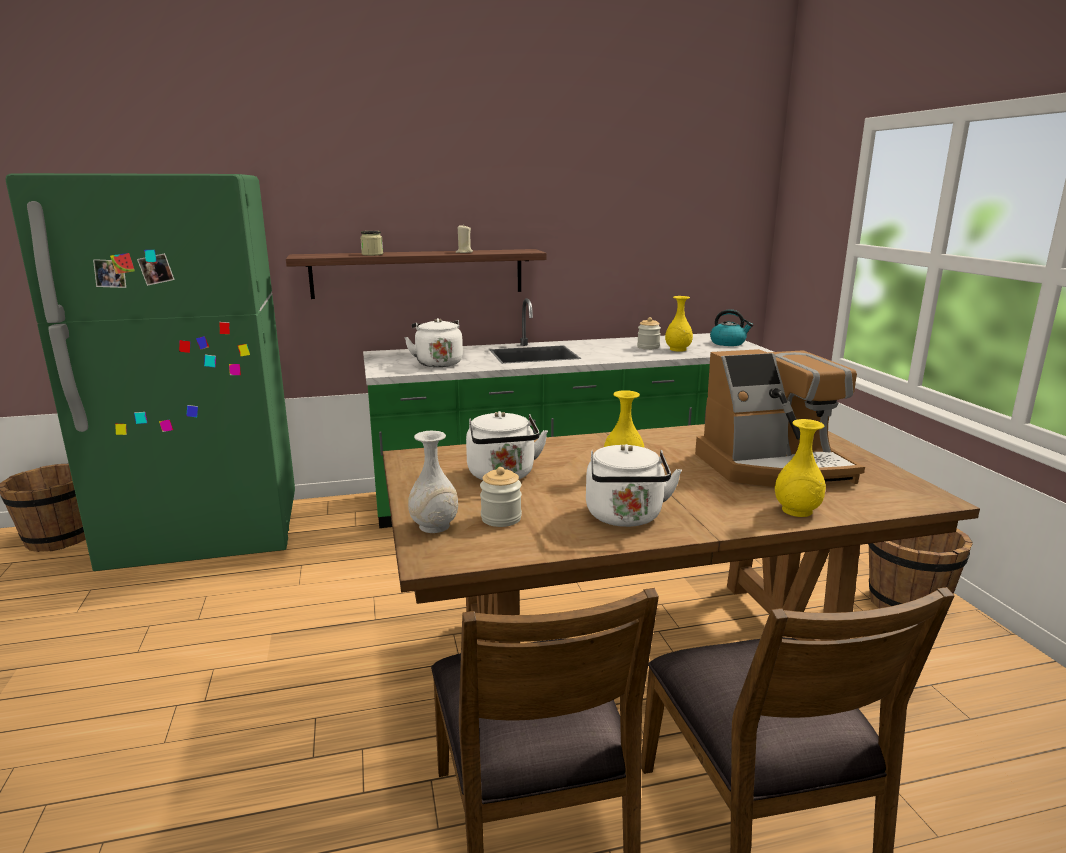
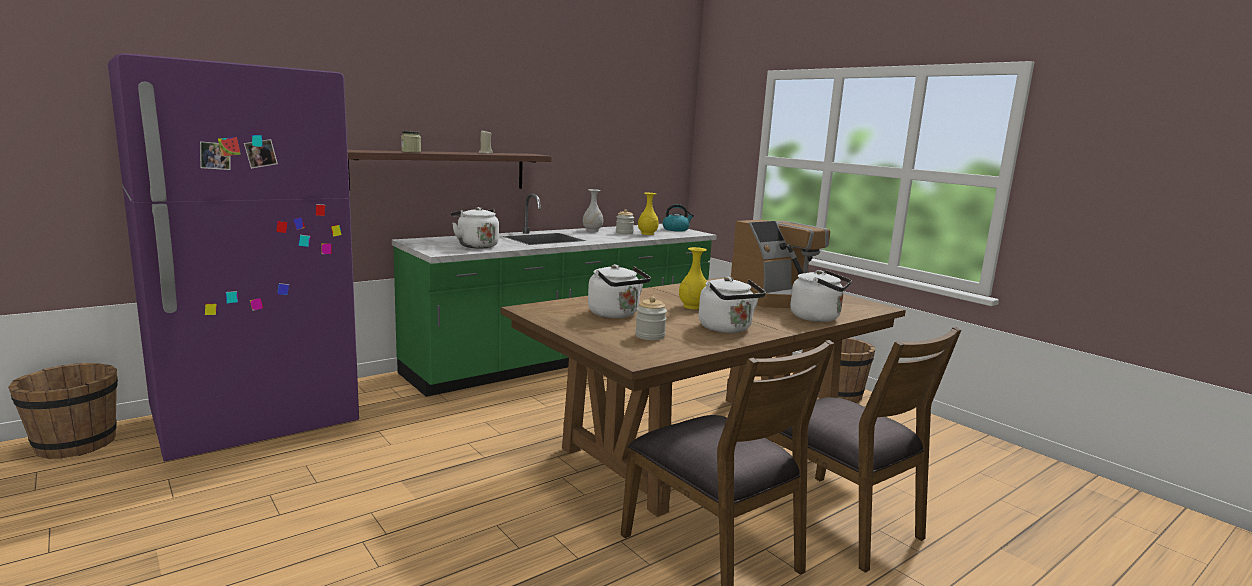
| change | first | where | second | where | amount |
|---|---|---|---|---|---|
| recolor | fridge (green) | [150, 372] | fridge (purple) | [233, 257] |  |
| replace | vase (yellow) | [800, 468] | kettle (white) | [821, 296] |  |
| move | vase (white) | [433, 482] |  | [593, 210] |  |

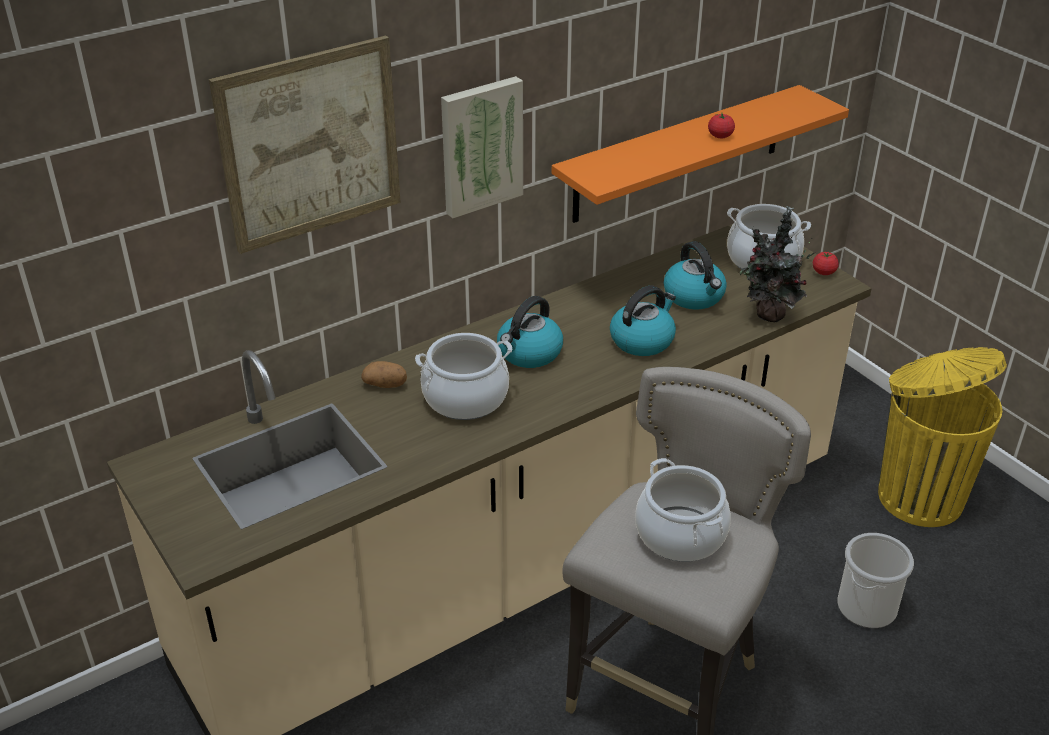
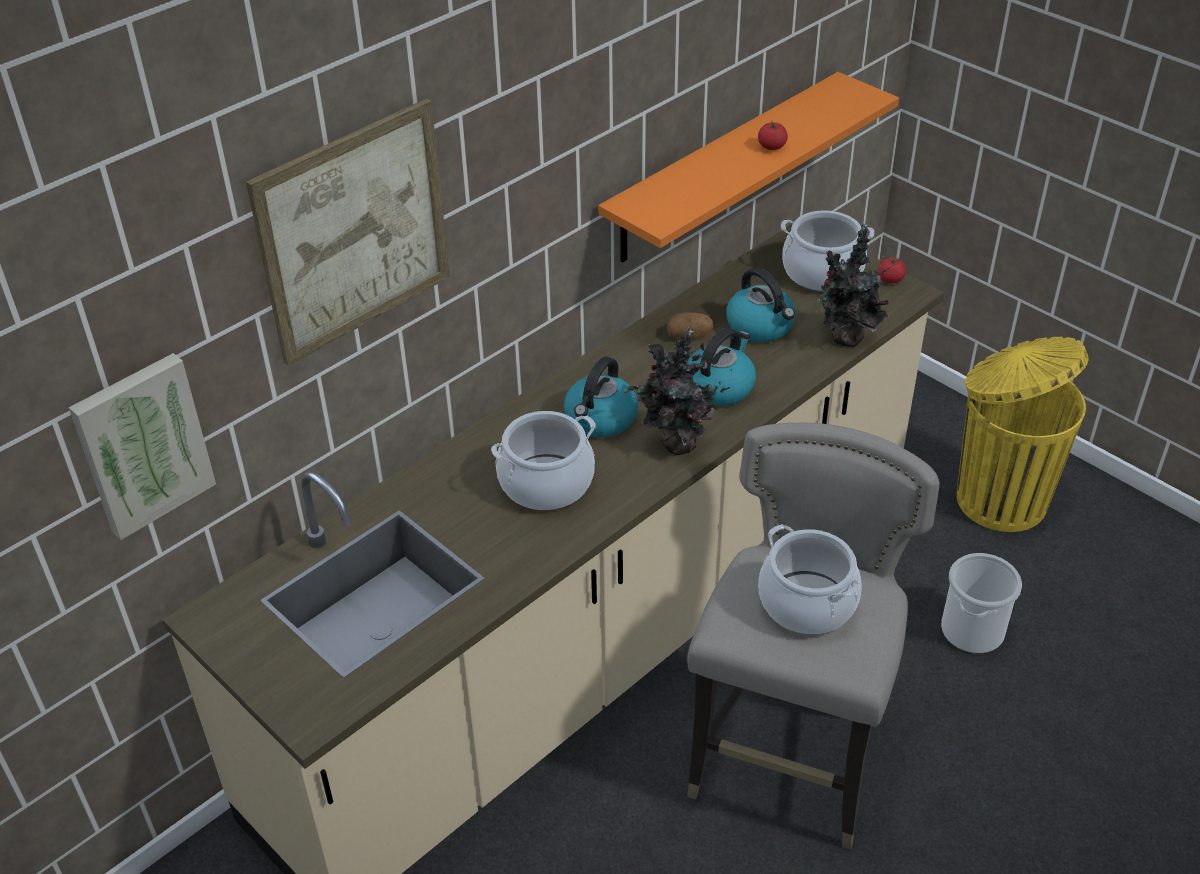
| change | first | where | second | where | amount |
|---|---|---|---|---|---|
| move | picture | [482, 147] |  | [142, 446] |  |
| move | potato | [384, 374] |  | [689, 325] |  |
| insert |  |  | potted plant | [678, 391] |  |

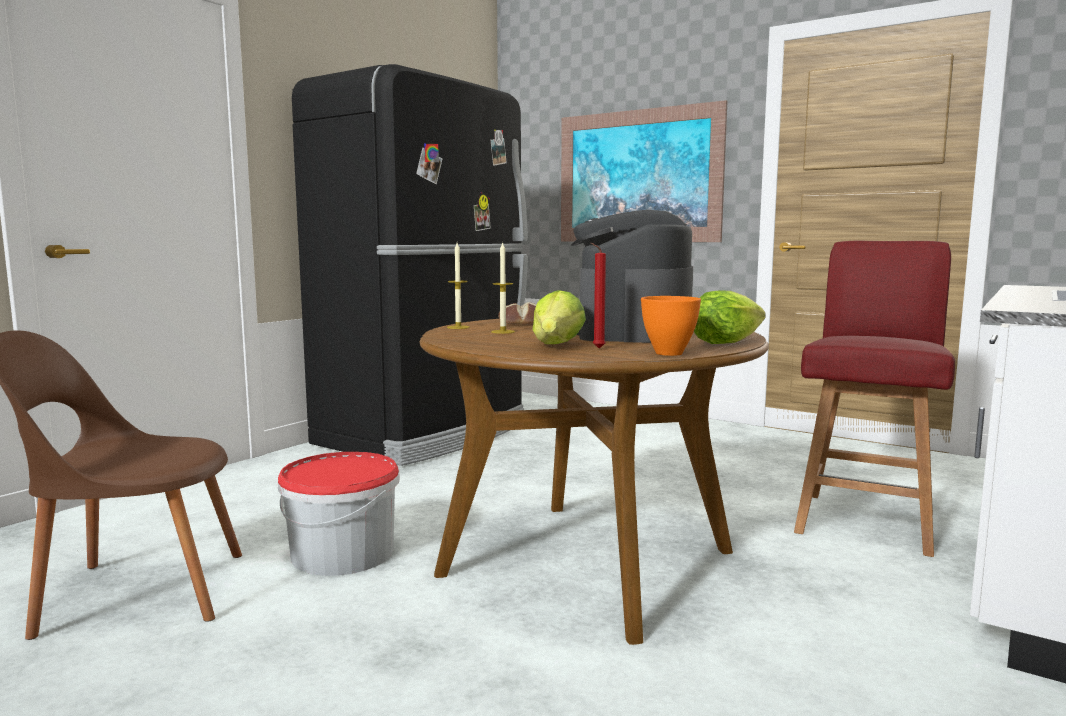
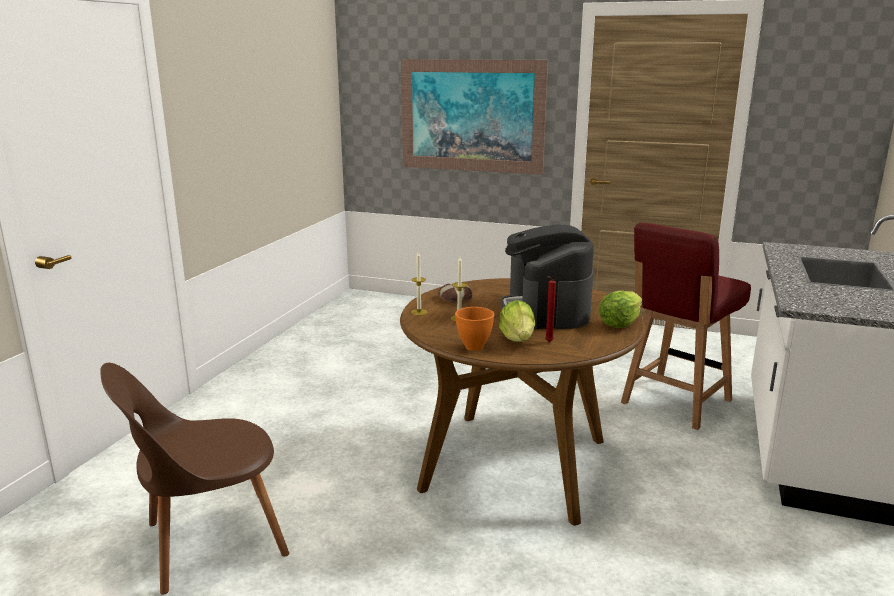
| change | first | where | second | where | amount |
|---|---|---|---|---|---|
| delete | fridge (black) | [410, 265] |  |  |  |
| rotate | chair (red) | [874, 399] |  | [686, 326] | 150 degrees counterclockwise |
| move | bowl (orange) | [671, 326] |  | [474, 329] |  |
| delete | bucket | [339, 514] |  |  |  |

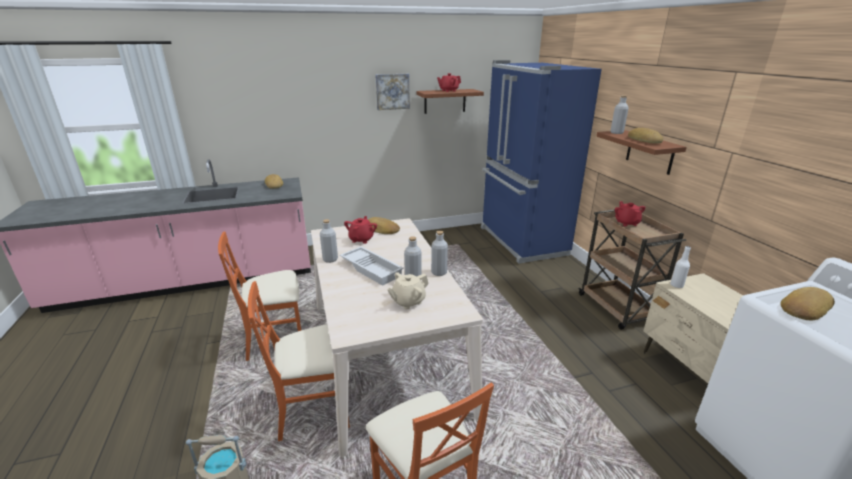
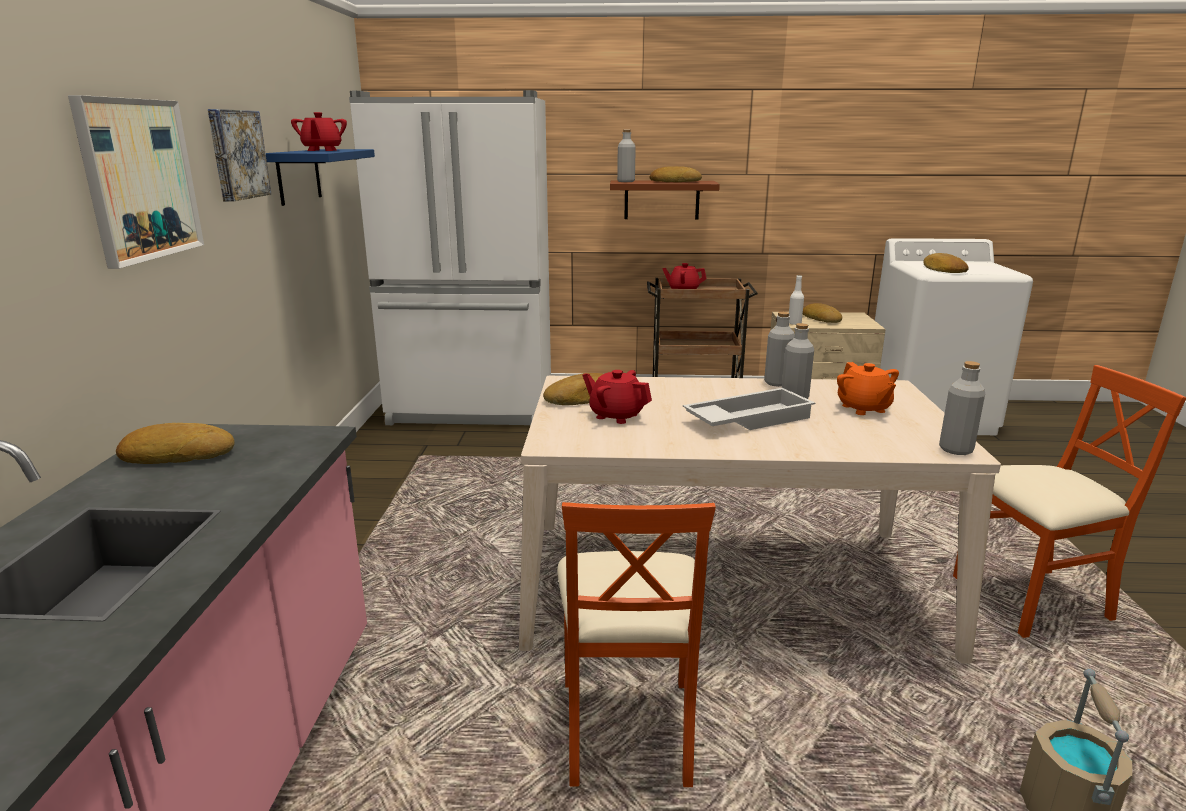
| change | first | where | second | where | amount |
|---|---|---|---|---|---|
| recolor | fridge (blue) | [541, 162] | fridge (white) | [450, 257] |  |
| recolor | shelf (brown) | [450, 101] | shelf (blue) | [320, 177] |  |
| move | bottle (grey) | [329, 241] |  | [962, 408] |  |
| recolor | teapot (beige) | [408, 290] | teapot (orange) | [868, 388] |  |
| delete | chair (orange) | [299, 361] |  |  |  |
| insert |  |  | picture | [136, 182] |  |
| insert |  |  | bread | [822, 313] |  |

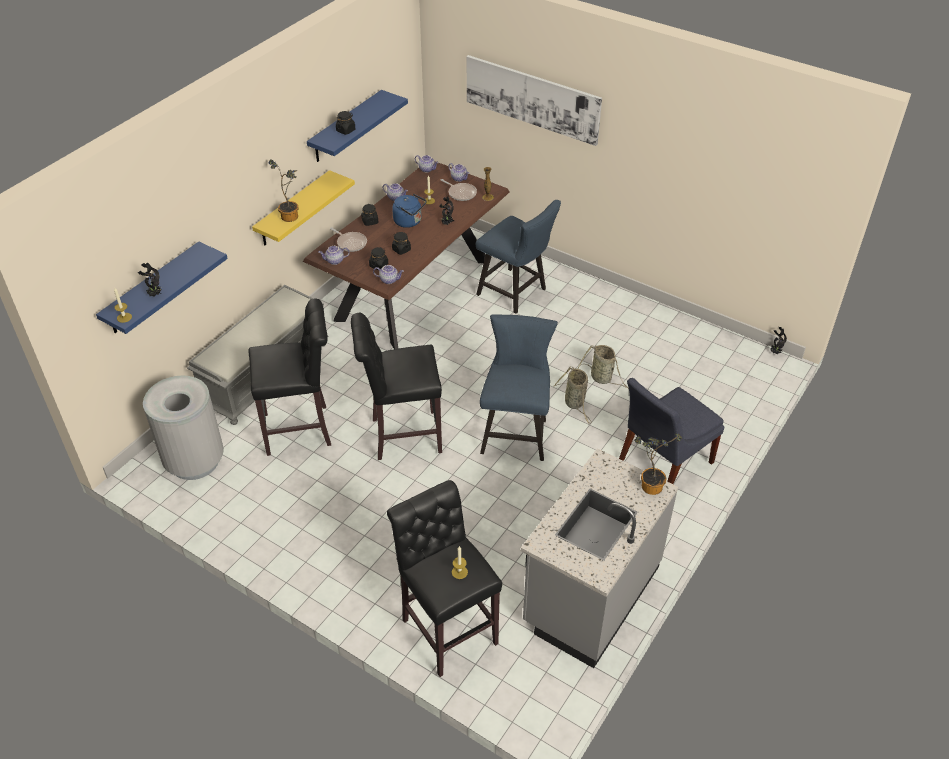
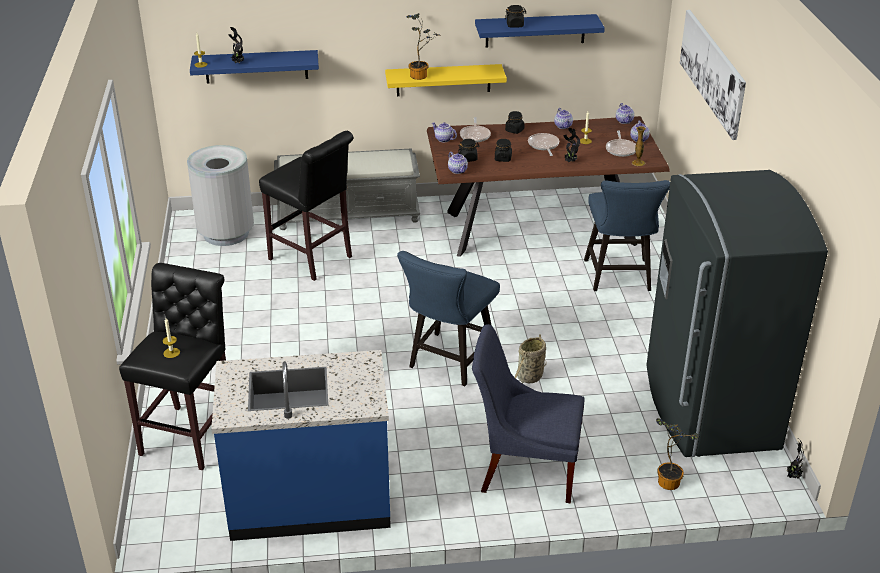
| change | first | where | second | where | amount |
|---|---|---|---|---|---|
| replace | kettle (blue) | [409, 211] | frying pan | [543, 144] |  |
| delete | stool (black) | [396, 386] |  |  |  |
| rotate | chair (blue) | [519, 387] |  | [448, 318] | 150 degrees clockwise |
| delete | basket | [603, 367] |  |  |  |
| move | potted plant | [658, 464] |  | [677, 454] |  |
| recolor | counter (grey) | [599, 558] | counter (blue) | [301, 445] |  |
| insert |  |  | fridge (grey) | [737, 313] |  |

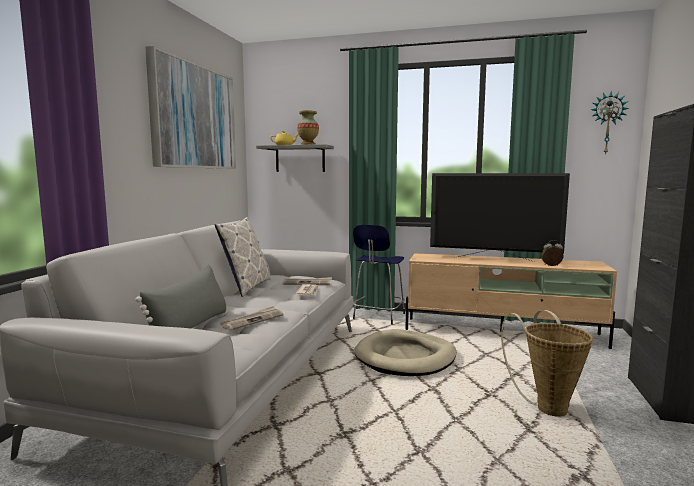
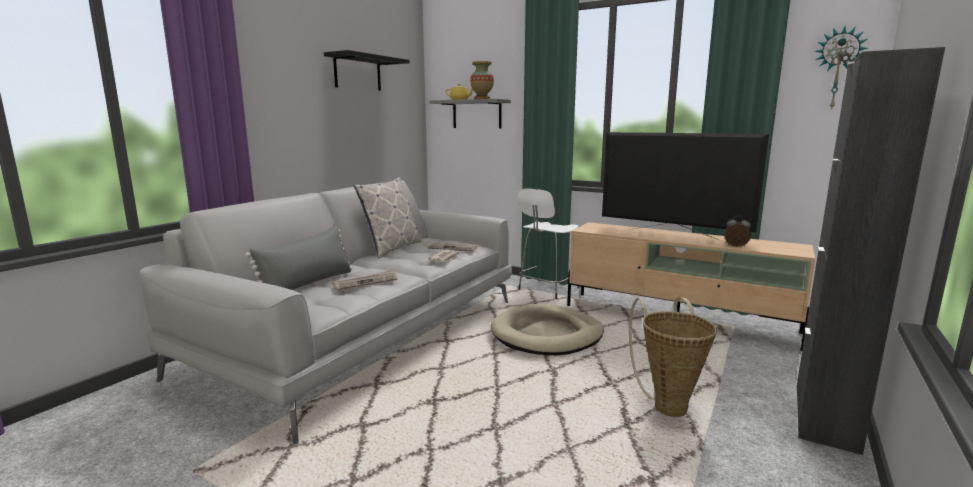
| change | first | where | second | where | amount |
|---|---|---|---|---|---|
| replace | picture | [190, 107] | shelf (black) | [366, 70] |  |
| recolor | stool (blue) | [379, 275] | stool (white) | [548, 244] |  |

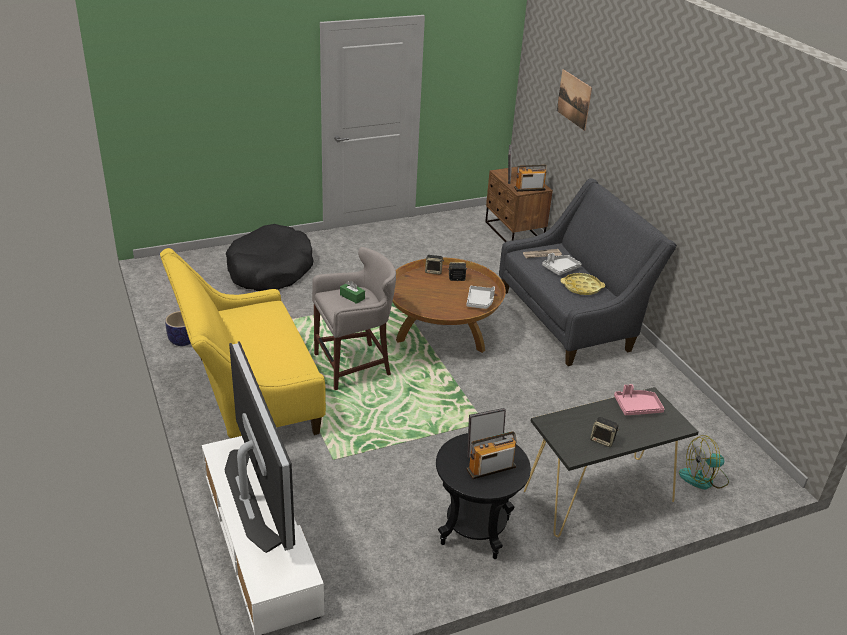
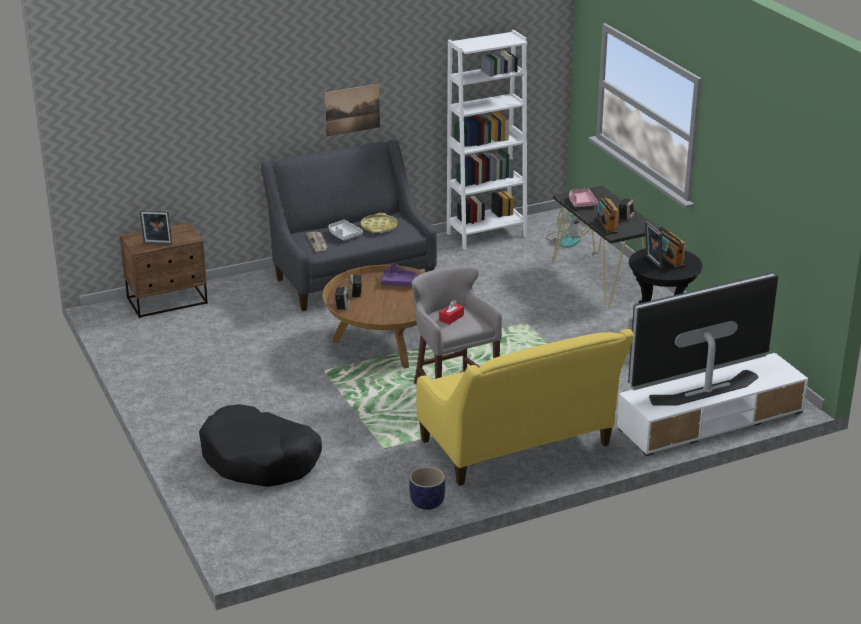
| change | first | where | second | where | amount |
|---|---|---|---|---|---|
| move | picture | [574, 100] |  | [352, 110] |  |
| move | radio | [530, 178] |  | [607, 213] |  |
| recolor | tissue box (green) | [352, 292] | tissue box (red) | [451, 312] |  |
| recolor | tray (grey) | [481, 297] | tray (purple) | [399, 275] |  |
| insert |  |  | bookcase (white) | [487, 140] |  |

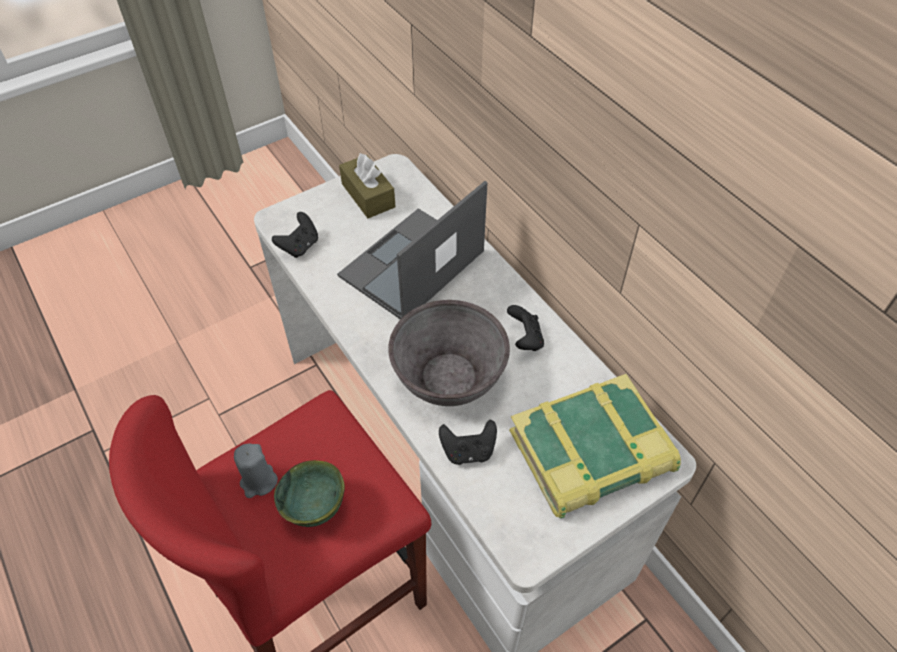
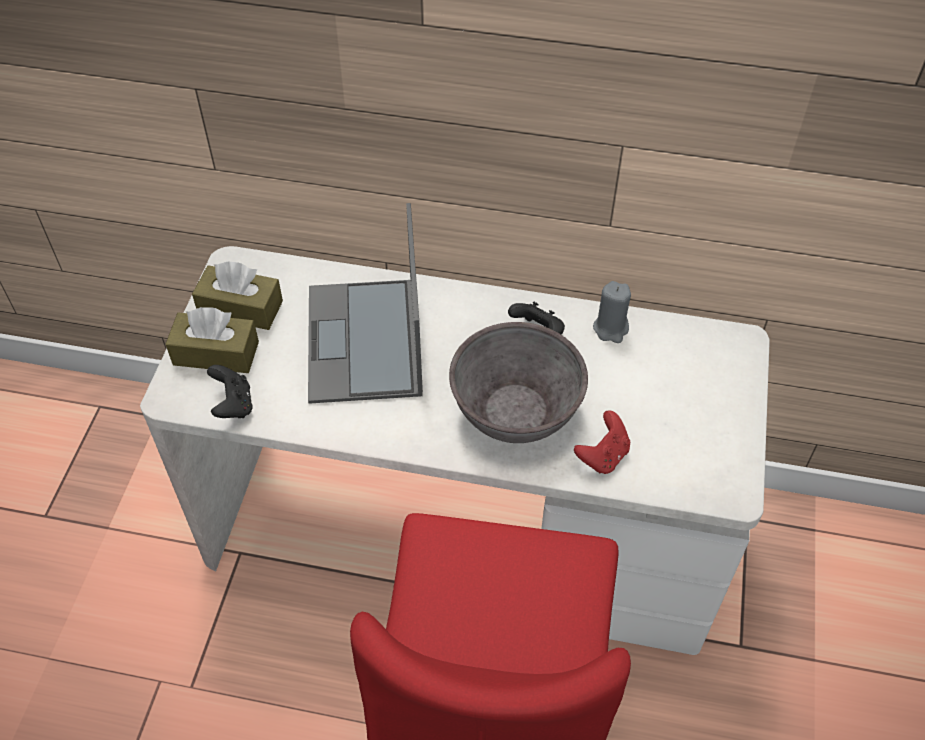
| change | first | where | second | where | amount |
|---|---|---|---|---|---|
| delete | book | [595, 446] |  |  |  |
| recolor | game controller (black) | [468, 442] | game controller (red) | [602, 442] |  |
| move | candle (grey) | [256, 471] |  | [612, 312] |  |
| delete | bowl (green) | [309, 493] |  |  |  |
| insert |  |  | tissue box (brown) | [212, 340] |  |

